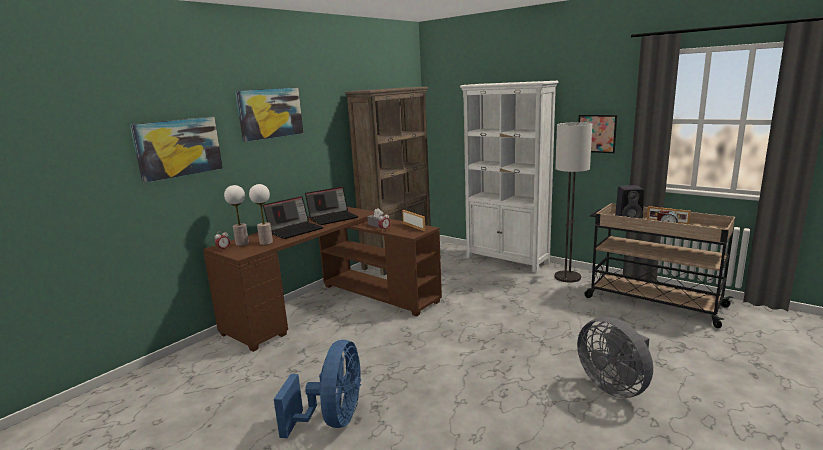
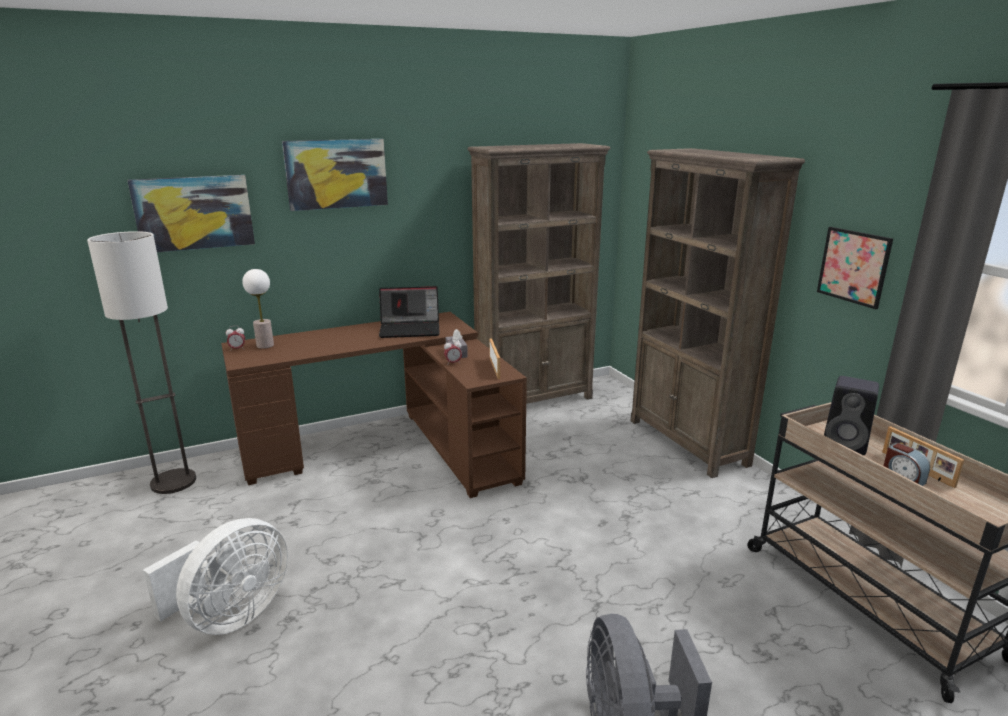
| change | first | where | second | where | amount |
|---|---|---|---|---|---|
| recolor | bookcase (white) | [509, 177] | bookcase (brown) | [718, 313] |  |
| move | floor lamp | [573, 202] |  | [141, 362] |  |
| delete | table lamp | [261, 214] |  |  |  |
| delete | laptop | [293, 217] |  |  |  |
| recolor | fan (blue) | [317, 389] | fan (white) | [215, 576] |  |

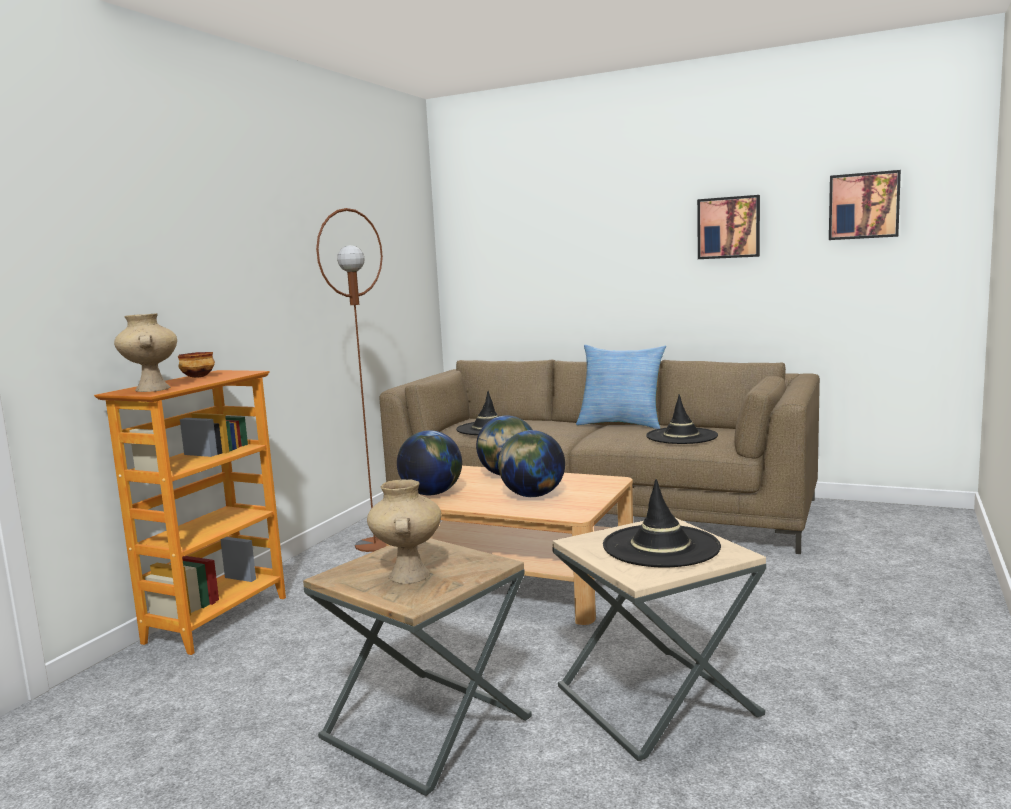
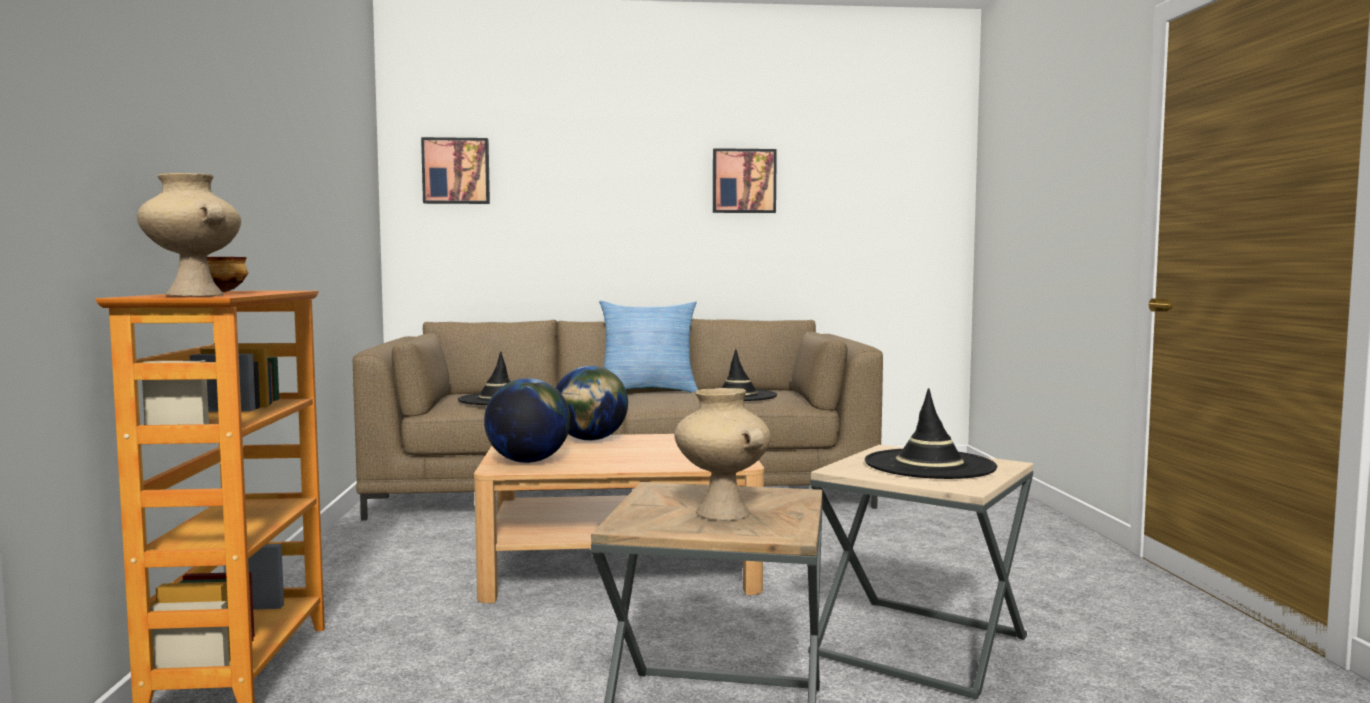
| change | first | where | second | where | amount |
|---|---|---|---|---|---|
| move | picture | [865, 205] |  | [455, 170] |  |
| delete | floor lamp (brown) | [351, 380] |  |  |  |
| delete | globe | [531, 463] |  |  |  |

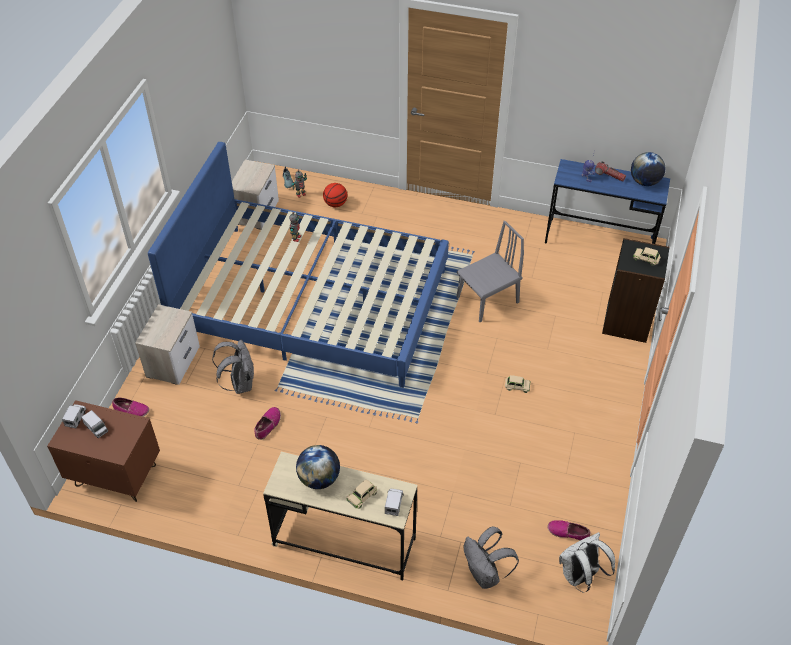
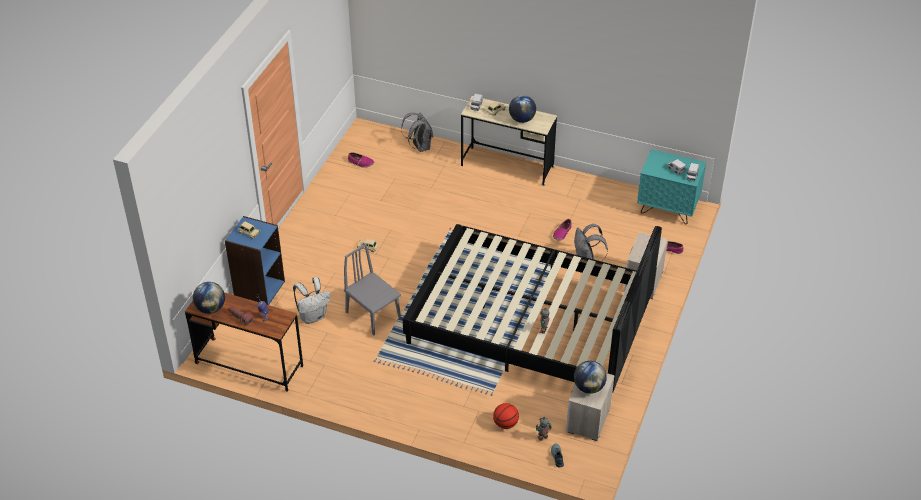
| change | first | where | second | where | amount |
|---|---|---|---|---|---|
| recolor | bed (blue) | [298, 265] | bed (black) | [532, 308] |  |
| recolor | desk (blue) | [607, 201] | desk (brown) | [244, 342] |  |
| rotate | chair (grey) | [490, 271] |  | [372, 289] | 75 degrees clockwise |
| recolor | bookcase (black) | [636, 290] | bookcase (blue) | [255, 260] |  |
| recolor | nightstand (brown) | [103, 451] | nightstand (turquoise) | [671, 186] |  |
| move | backpack (white) | [587, 562] |  | [312, 300] |  |
| insert |  |  | globe | [590, 377] |  |

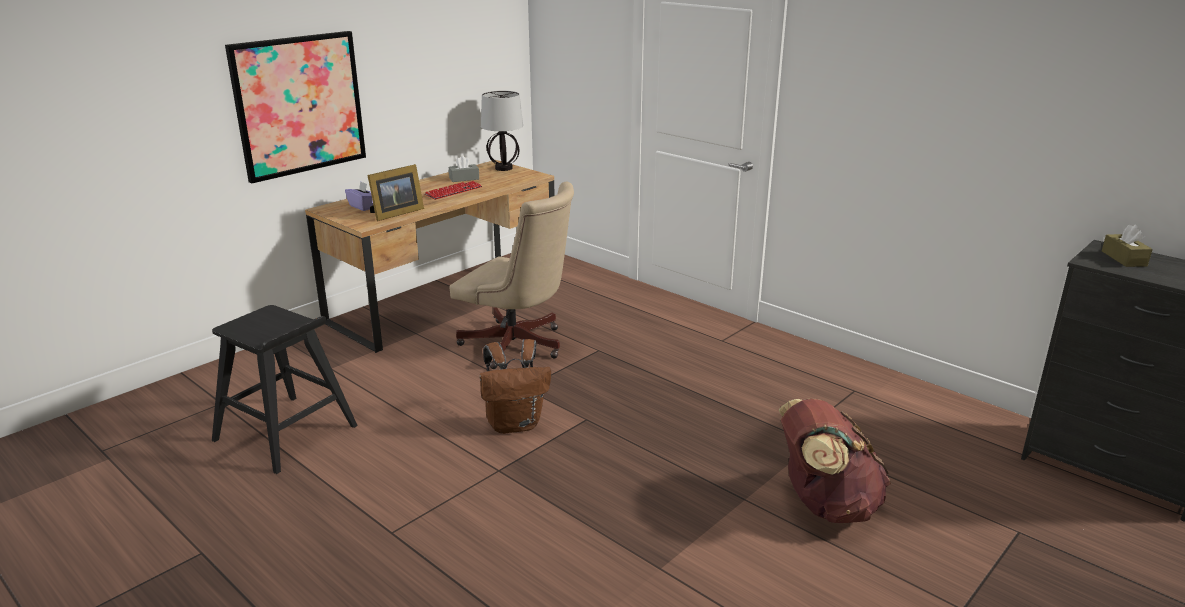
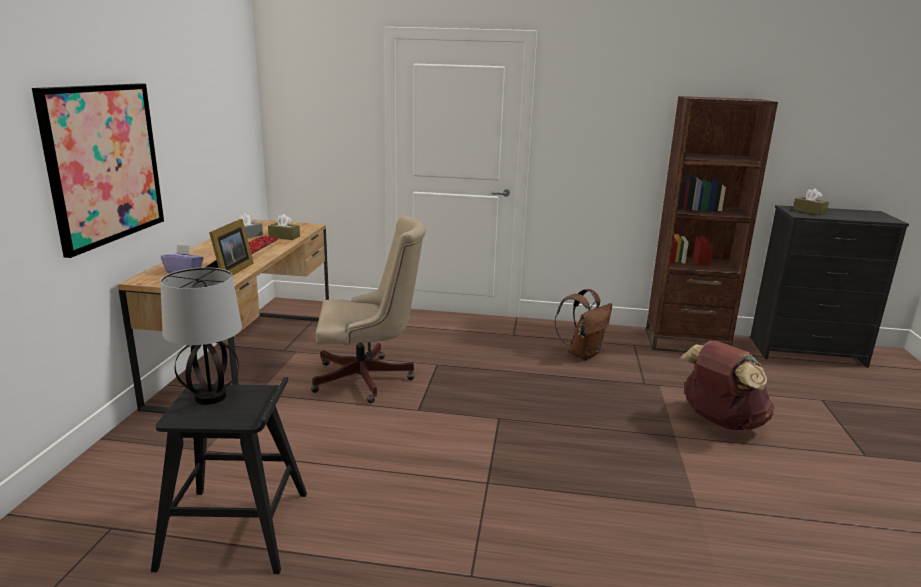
| change | first | where | second | where | amount |
|---|---|---|---|---|---|
| move | table lamp | [502, 131] |  | [201, 336] |  |
| move | backpack (brown) | [515, 386] |  | [583, 324] |  |
| insert |  |  | bookcase (brown) | [712, 224] |  |
| insert |  |  | tissue box (brown) | [284, 227] |  |

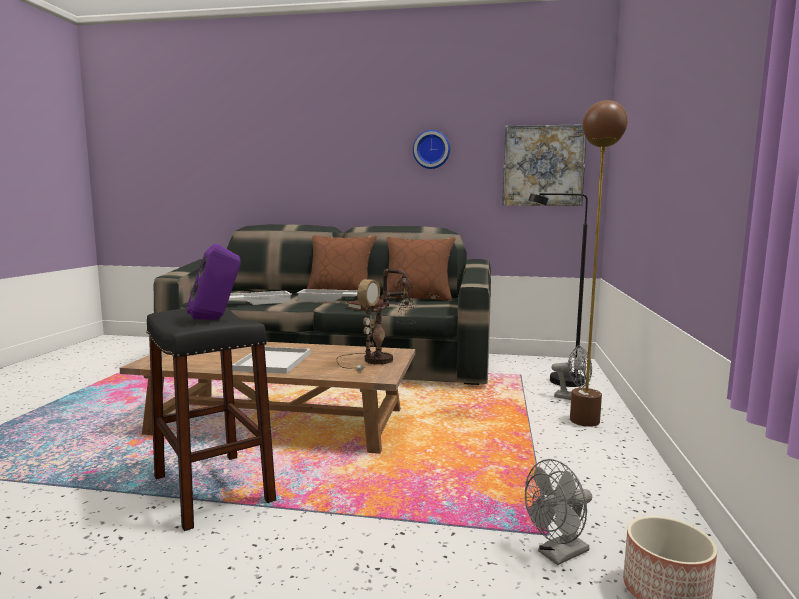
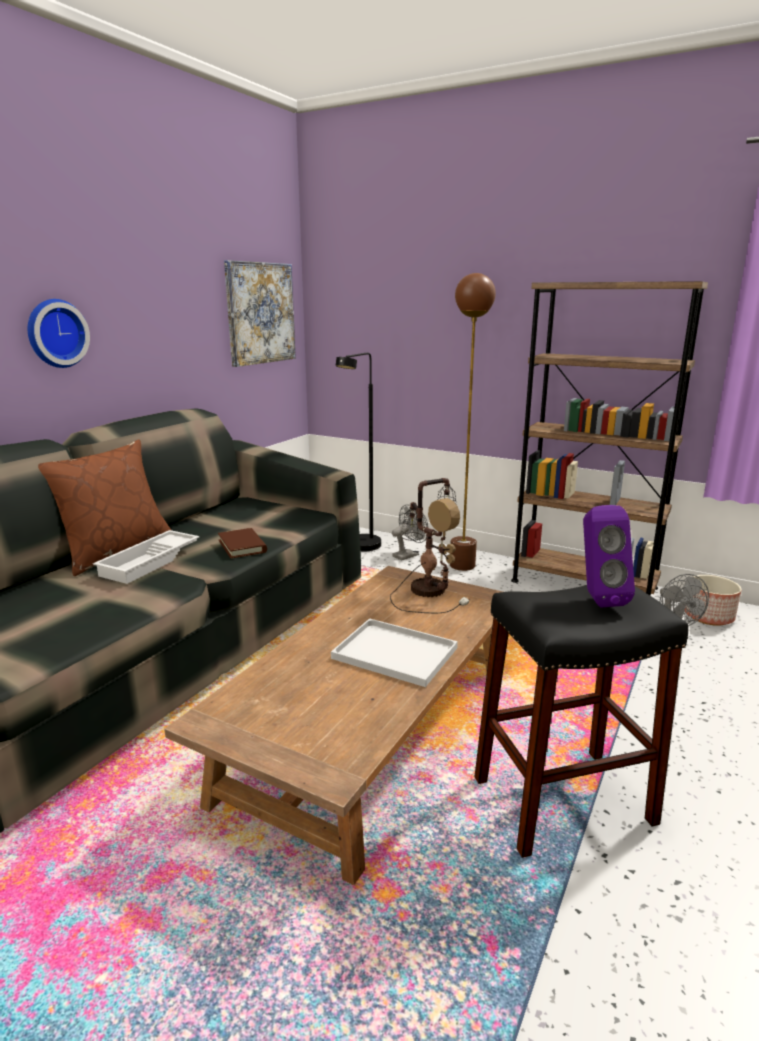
| change | first | where | second | where | amount |
|---|---|---|---|---|---|
| move | wall clock | [431, 149] |  | [59, 333] |  |
| delete | pillow (brown) | [418, 269] |  |  |  |
| delete | tray (white) | [260, 298] |  |  |  |
| insert |  |  | bookcase (brown) | [609, 438] |  |

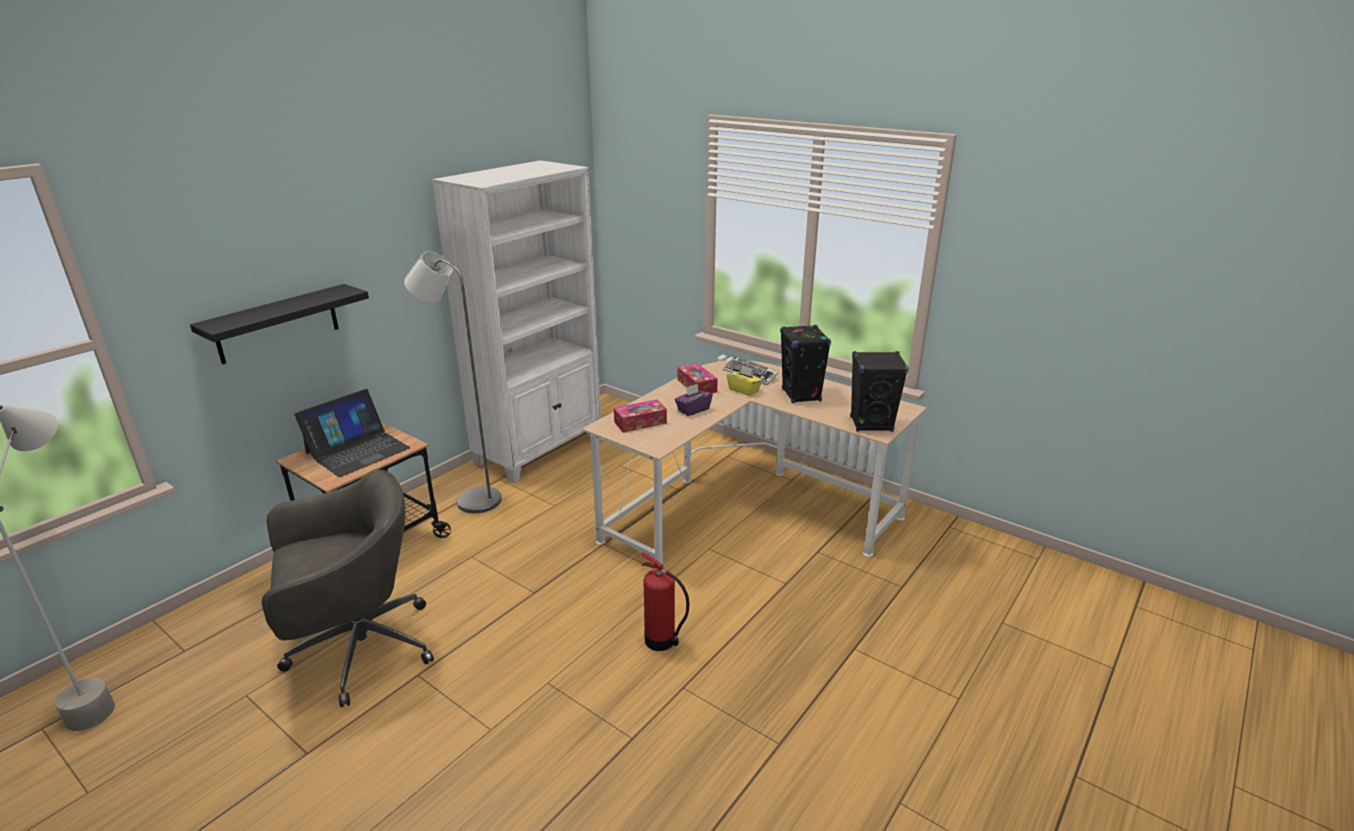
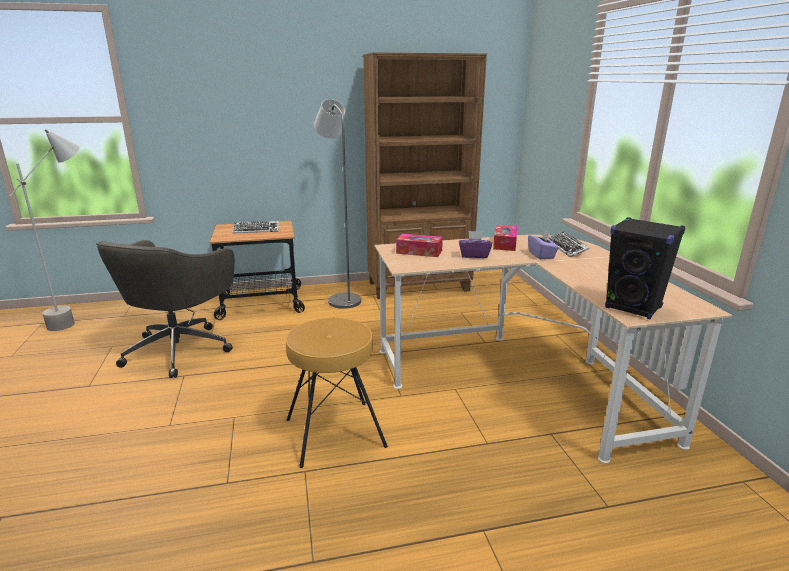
| change | first | where | second | where | amount |
|---|---|---|---|---|---|
| recolor | bookcase (white) | [516, 321] | bookcase (brown) | [425, 175] |  |
| delete | shelf (black) | [279, 324] |  |  |  |
| delete | speaker (black) | [805, 364] |  |  |  |
| recolor | tissue box (yellow) | [745, 380] | tissue box (purple) | [543, 244] |  |
| replace | laptop | [352, 433] | keyboard | [256, 227] |  |
| rotate | office chair (grey) | [348, 588] |  | [165, 309] | 90 degrees clockwise |
| replace | fire extinguisher | [665, 601] | stool (brown) | [337, 393] |  |

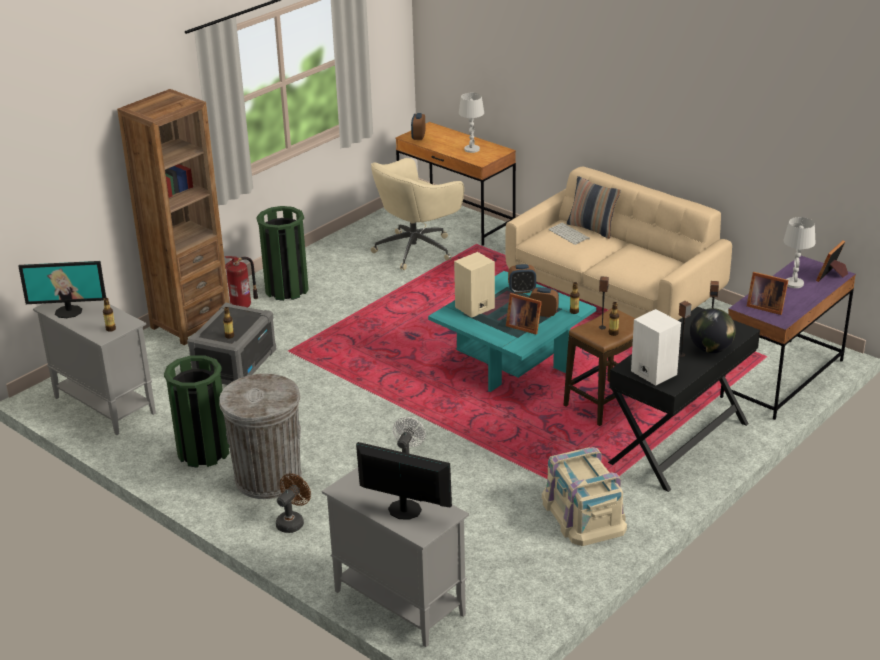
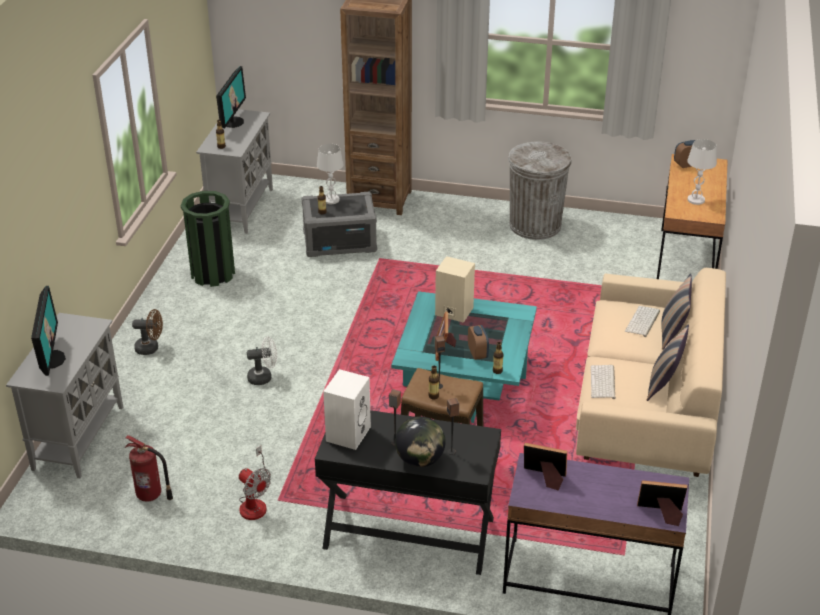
| change | first | where | second | where | amount |
|---|---|---|---|---|---|
| delete | office chair (beige) | [417, 214] |  |  |  |
| delete | trash can (green) | [282, 253] |  |  |  |
| move | table lamp (white) | [799, 252] |  | [330, 174] |  |
| move | fire extinguisher | [241, 281] |  | [149, 468] |  |
| rotate | monitor | [62, 289] |  | [231, 97] | 135 degrees counterclockwise |
| delete | alarm clock | [522, 279] |  |  |  |
| rotate | picture frame | [767, 293] |  | [545, 466] | 105 degrees clockwise |
| move | trash can (grey) | [260, 436] |  | [540, 190] |  |
| replace | storage box (beige) | [584, 496] | fan | [255, 483] |  |
| insert |  |  | pillow | [668, 362] |  |
| insert |  |  | keyboard | [603, 382] |  |

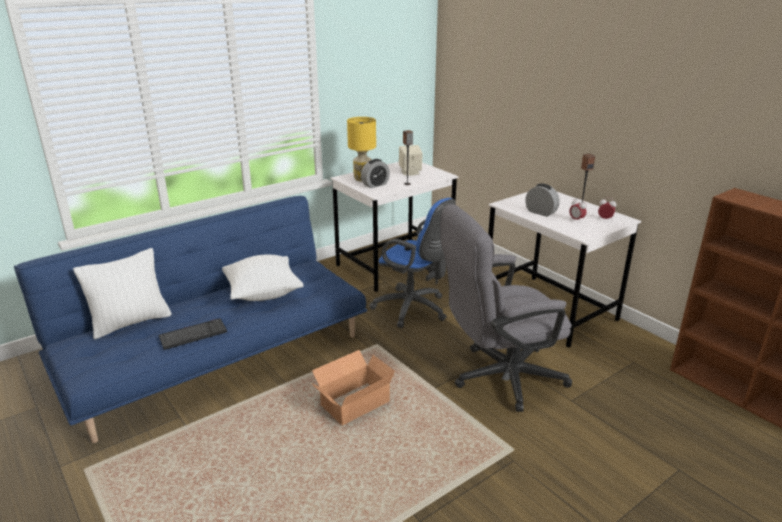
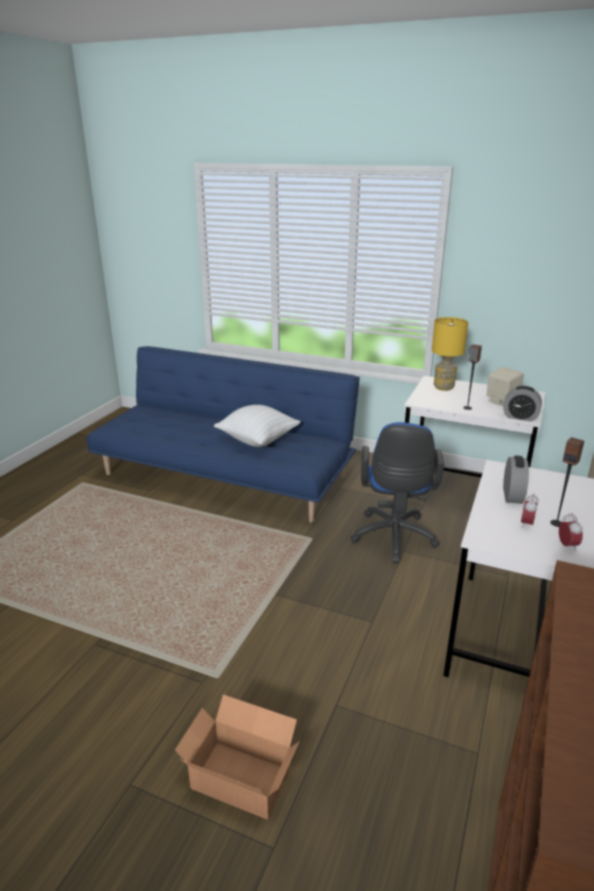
| change | first | where | second | where | amount |
|---|---|---|---|---|---|
| move | alarm clock | [375, 173] |  | [522, 404] |  |
| delete | office chair (grey) | [506, 308] |  |  |  |
| delete | pillow (white) | [122, 294] |  |  |  |
| delete | keyboard | [193, 334] |  |  |  |
| move | cardboard box | [353, 388] |  | [237, 756] |  |

